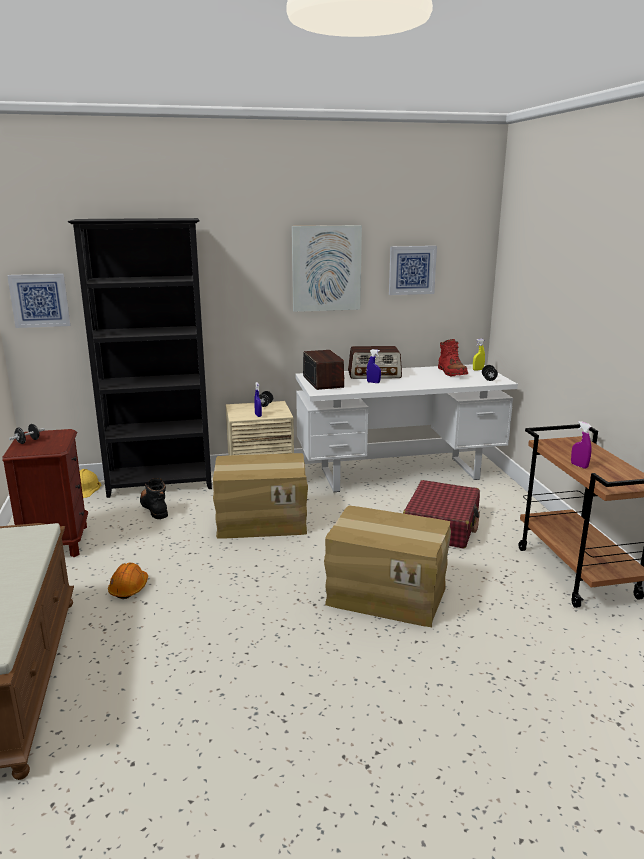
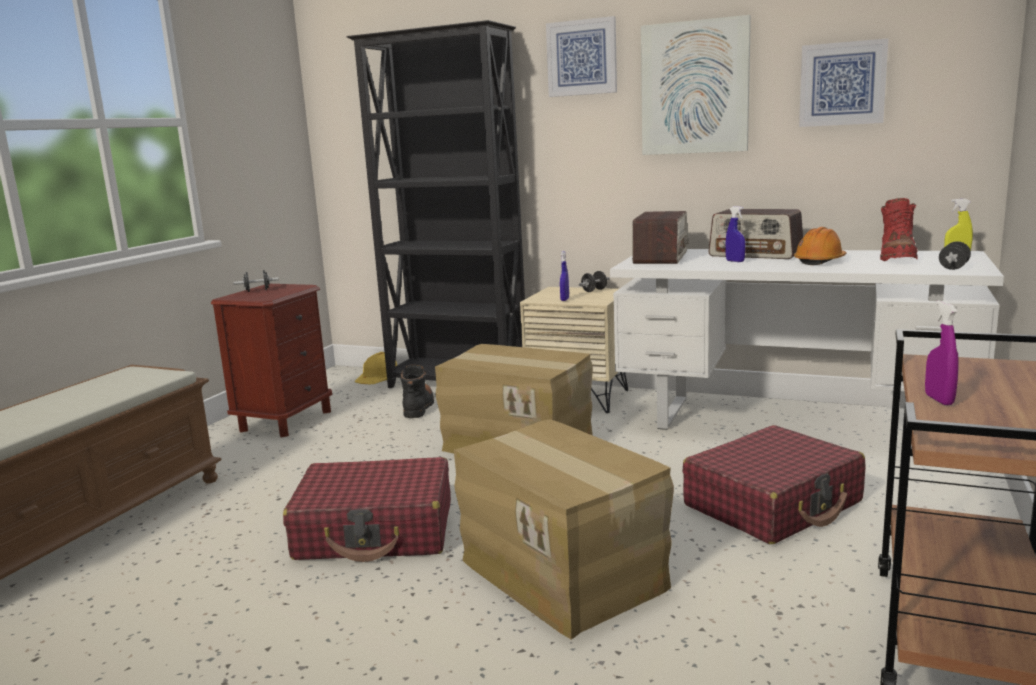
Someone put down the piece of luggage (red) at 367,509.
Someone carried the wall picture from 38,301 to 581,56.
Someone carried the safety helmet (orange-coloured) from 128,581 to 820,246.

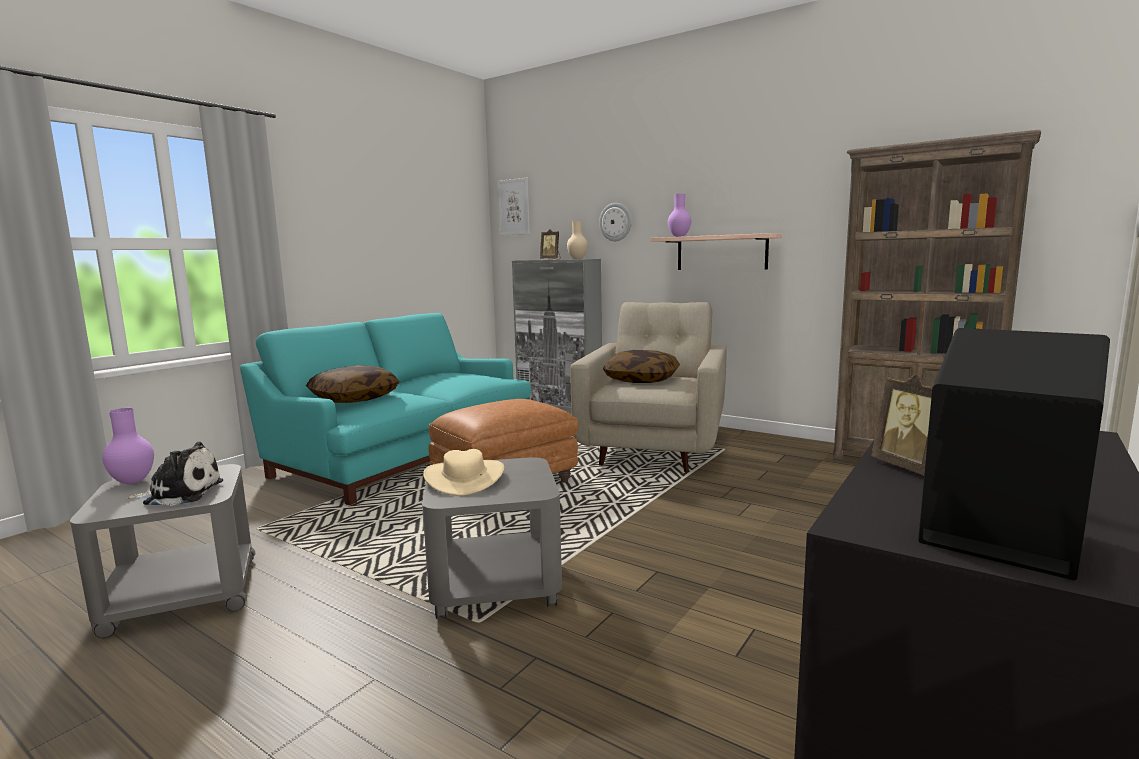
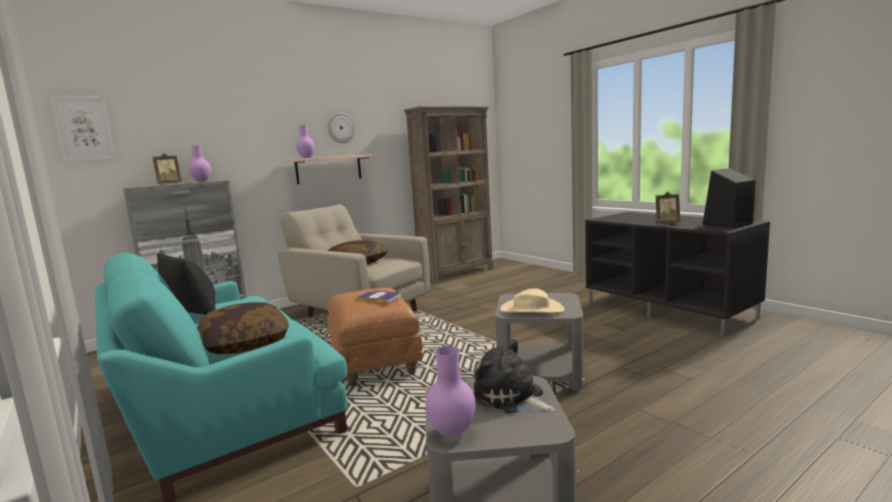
Someone put down the pillow (black) at 186,284.
Someone repainted the decorative vase (beige) at 577,240, which became the decorative vase (purple-coloured) at 200,163.
Someone carried the clock on the wall from 615,222 to 341,128.
Someone put down the bound book at 378,296.
Someone rotated the plush toy at 174,474 by 60 degrees counterclockwise.

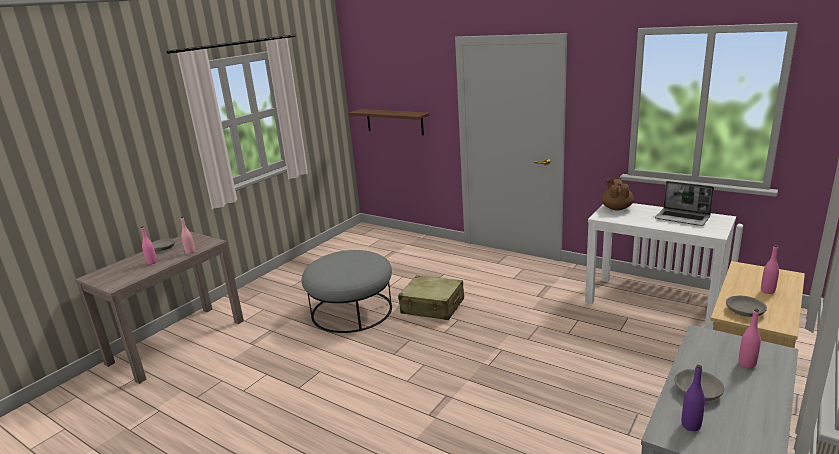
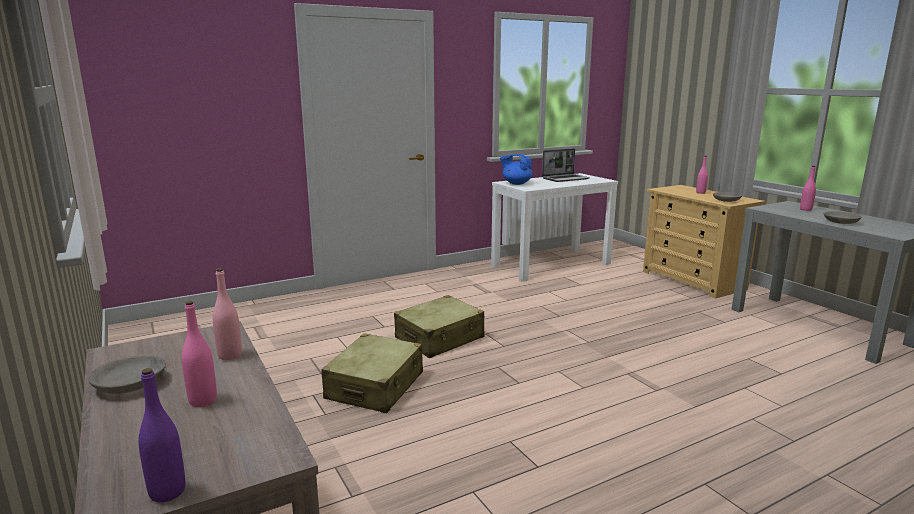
Someone carried the bottle (purple-coloured) from 693,398 to 161,435.
Someone swapped the pouffe (greyish) at 347,291 for the piece of luggage (beige) at 372,373.
Someone repainted the teapot (brownish) at 617,194, which became the teapot (blue-coloured) at 516,169.
Someone took away the shelf (brownish) at 389,122.

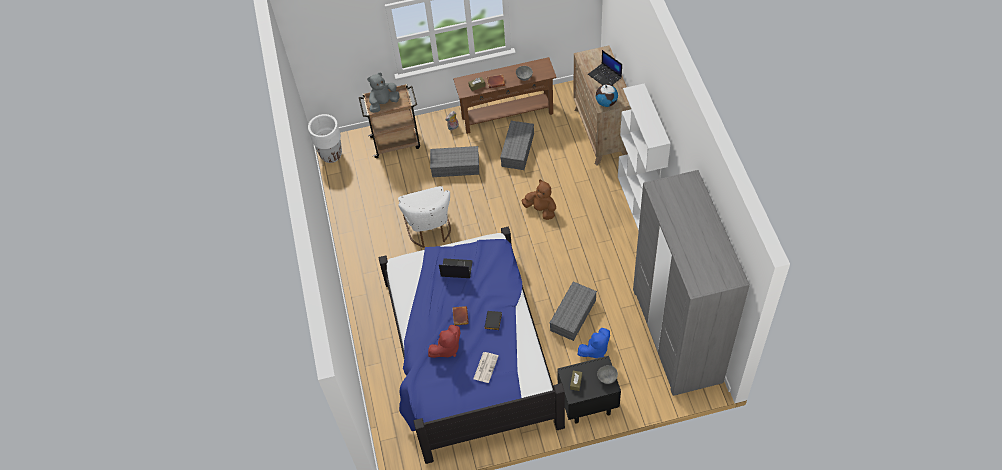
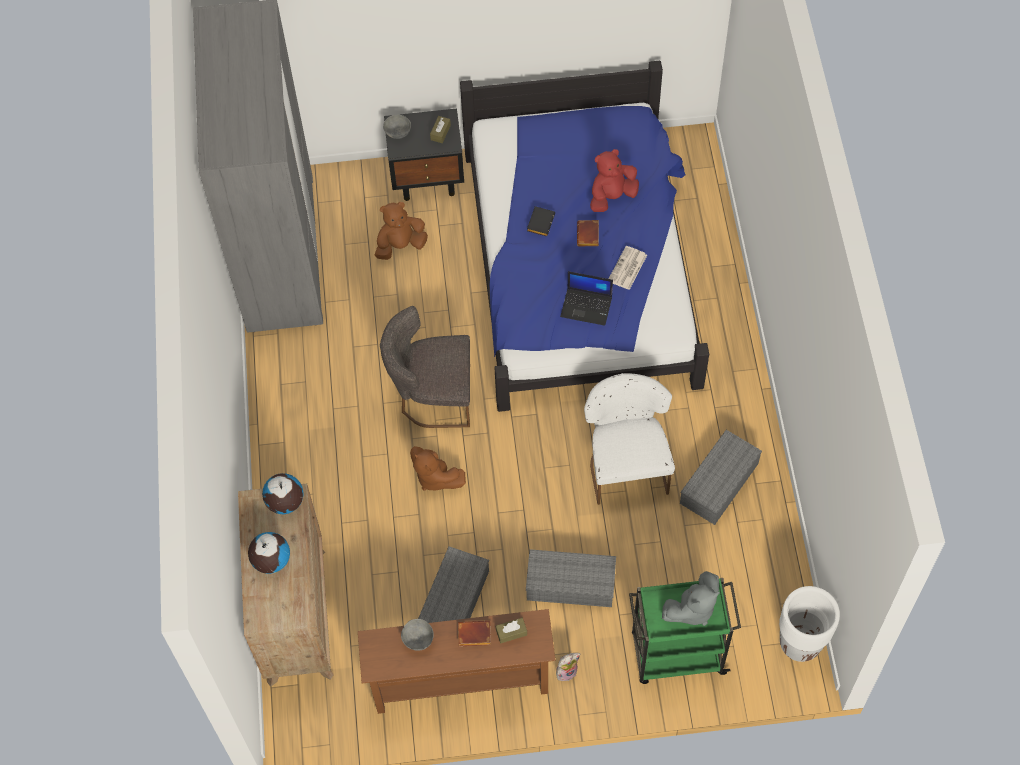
Someone swapped the portable computer at 605,67 for the desk globe at 269,553.
Someone repainted the plush toy (blue-coloured) at 594,343, which became the plush toy (brownish) at 401,231.
Someone put down the chair (greyish) at 425,367.
Someone carried the daily paper from 485,367 to 628,268.
Someone repainted the wheeled cart (brownish) at 389,121, which became the wheeled cart (greenish) at 685,631.
Someone carried the storage bin (greyish) from 573,311 to 721,477.
Someone took away the bookshelf (white) at 644,157.

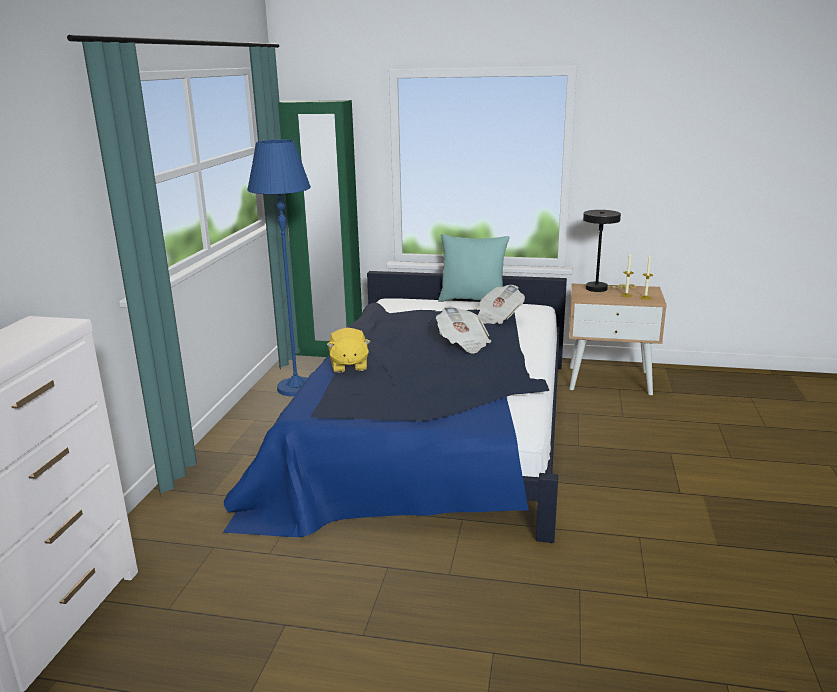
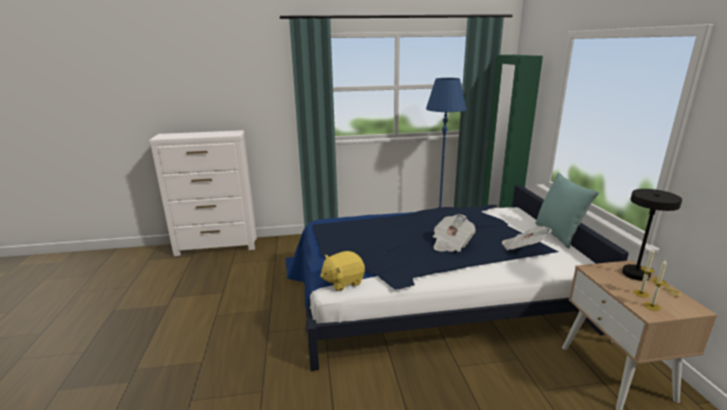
Someone carried the plush toy (yellow) from 348,350 to 342,271.

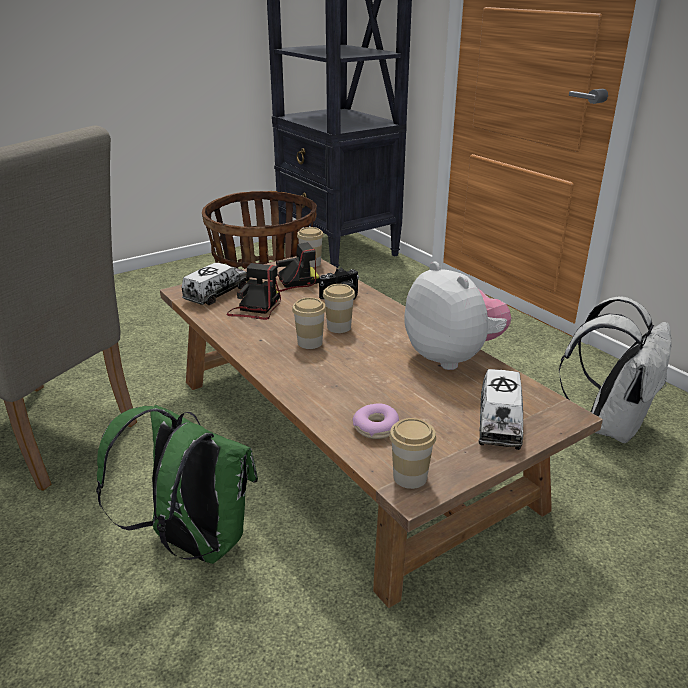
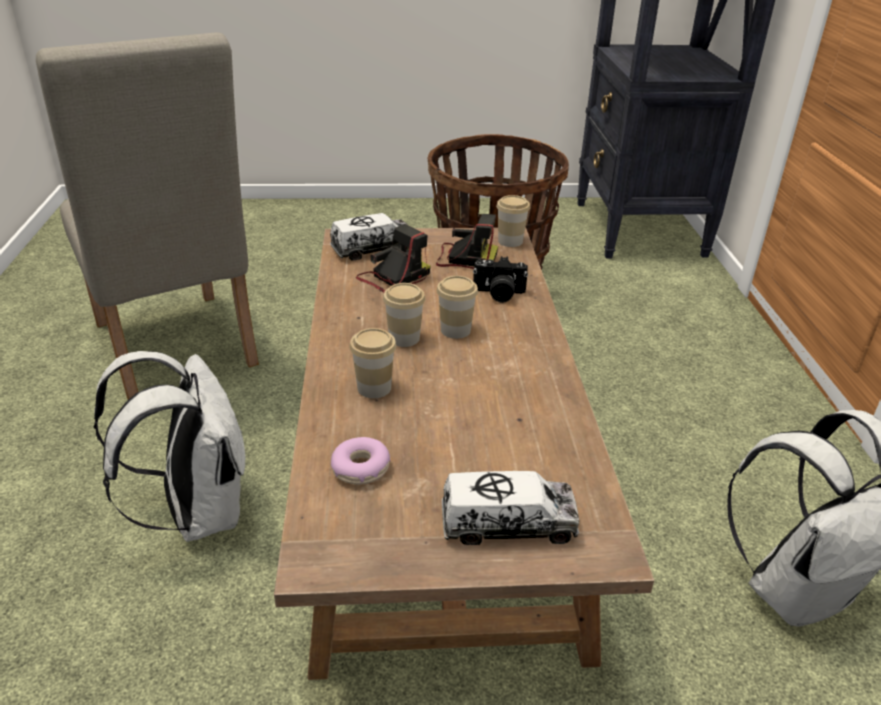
Someone repainted the backpack (greenish) at 177,484, which became the backpack (white) at 169,446.
Someone carried the drinking cup from 412,453 to 373,363.
Someone rotated the toy truck at 501,409 by 135 degrees counterclockwise.
Someone took away the plush toy at 457,315.

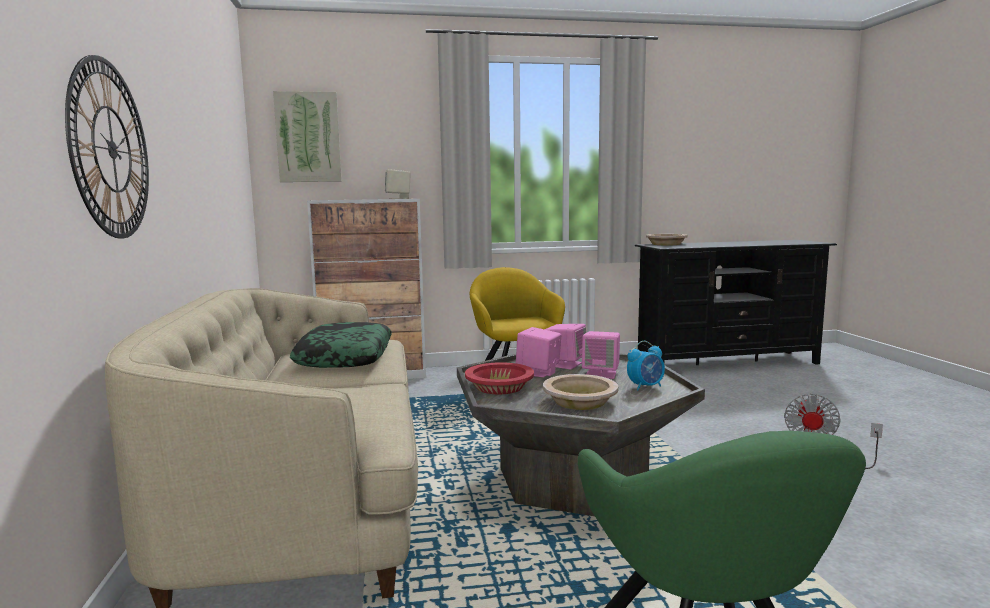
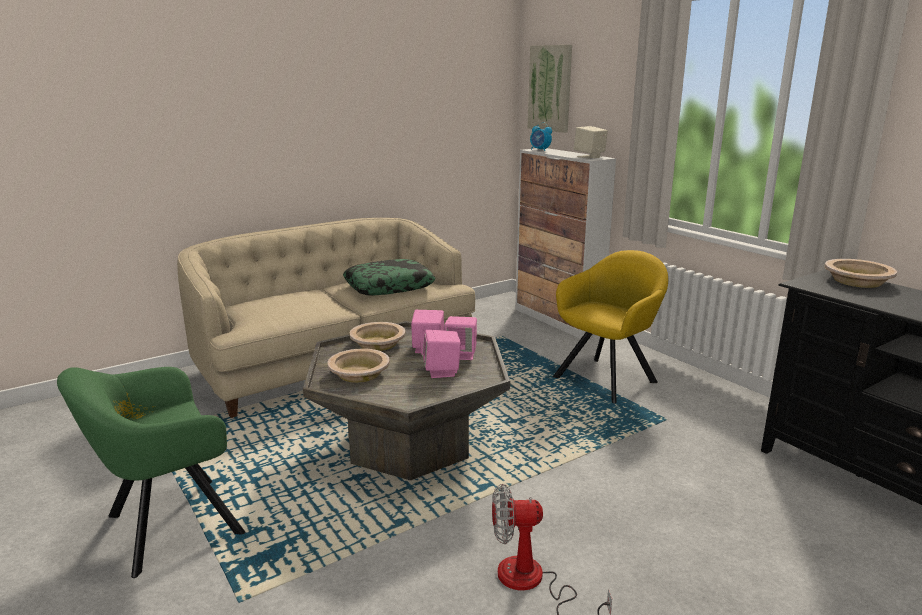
Someone repainted the deep dish (red) at 499,378, which became the deep dish (beige) at 377,336.
Someone carried the alarm clock from 646,366 to 541,136.
Someone took away the clock on the wall at 107,147.

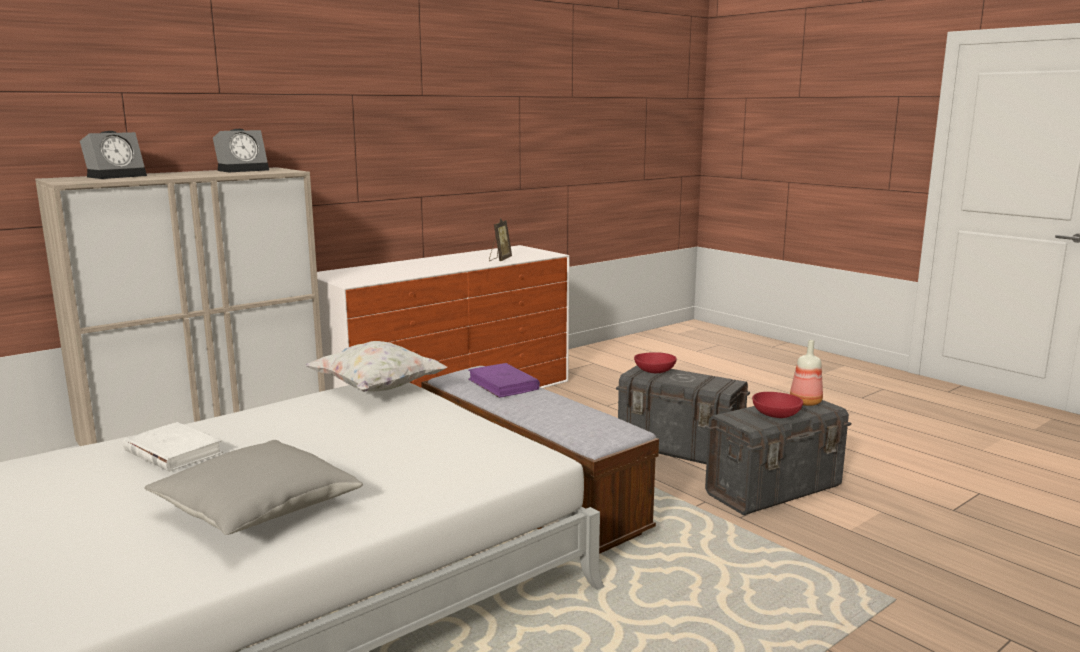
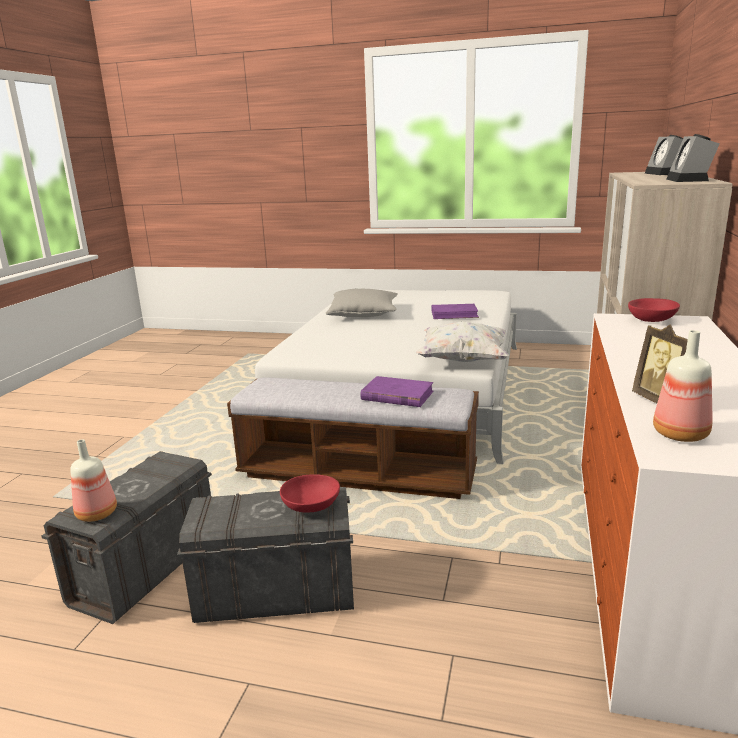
Someone repainted the bound book (white) at 173,447, which became the bound book (purple-coloured) at 455,311.
Someone carried the deep dish (red) from 777,405 to 654,310.
Someone put down the bottle at 683,386.

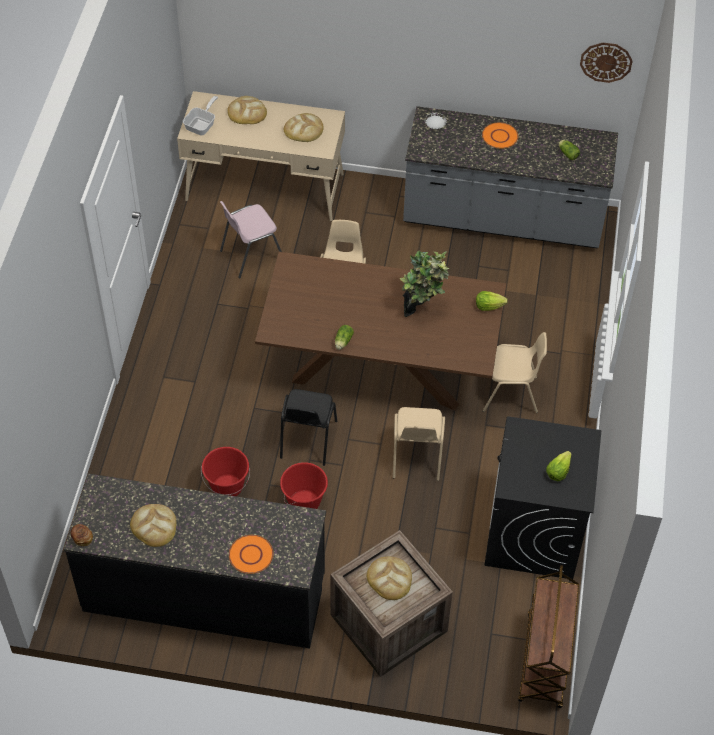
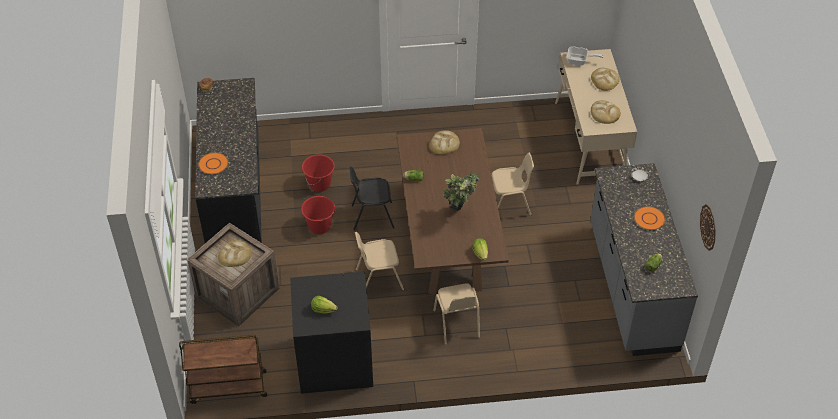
Someone carried the bread from 153,525 to 444,142.
Someone took away the chair (pink-coloured) at 251,240.

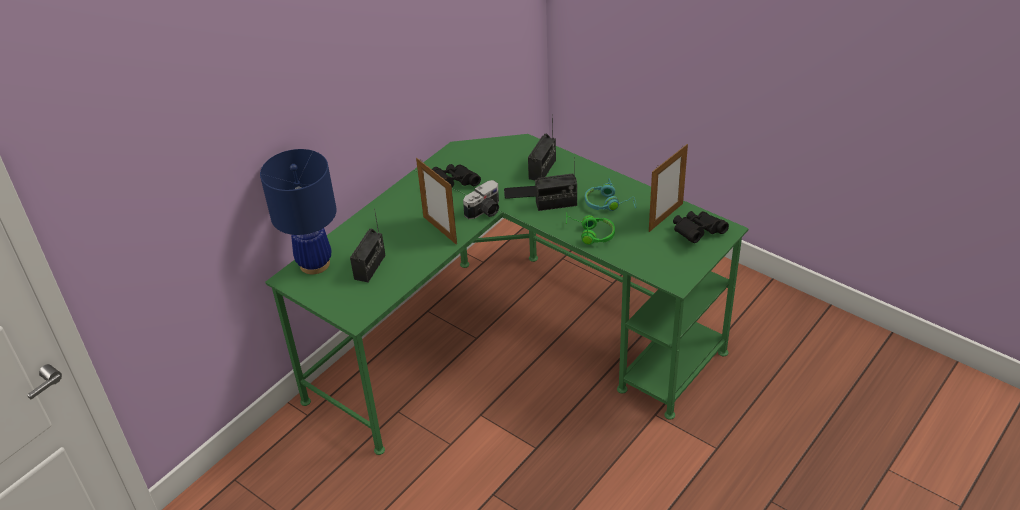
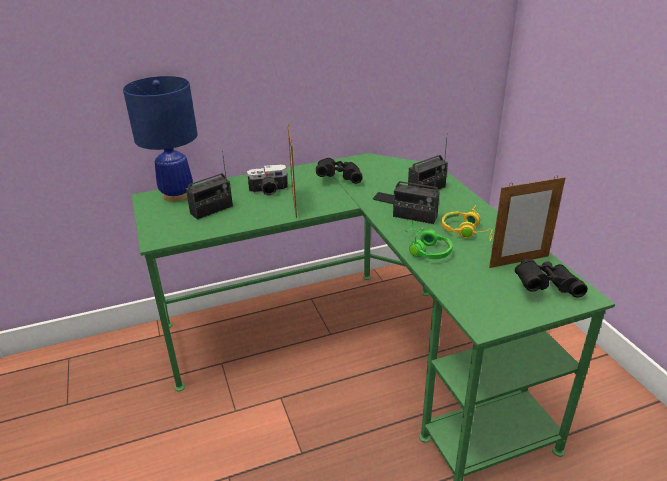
Someone carried the still camera from 481,199 to 267,180.
Someone repainted the pair of headphones (turquoise) at 610,195, which became the pair of headphones (yellow) at 467,223.

